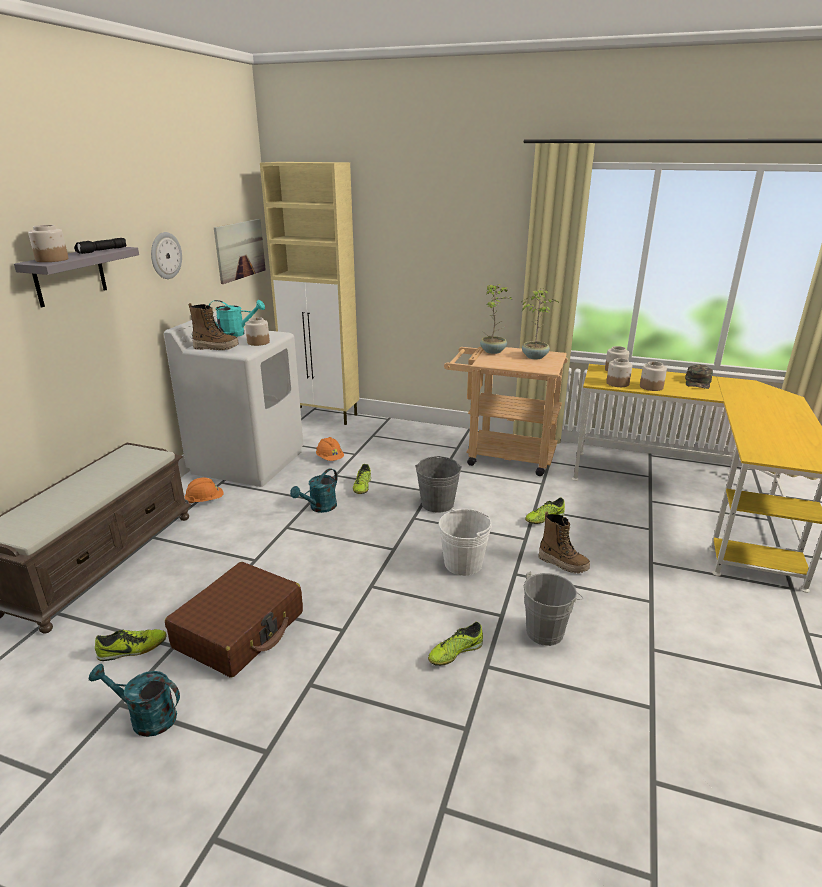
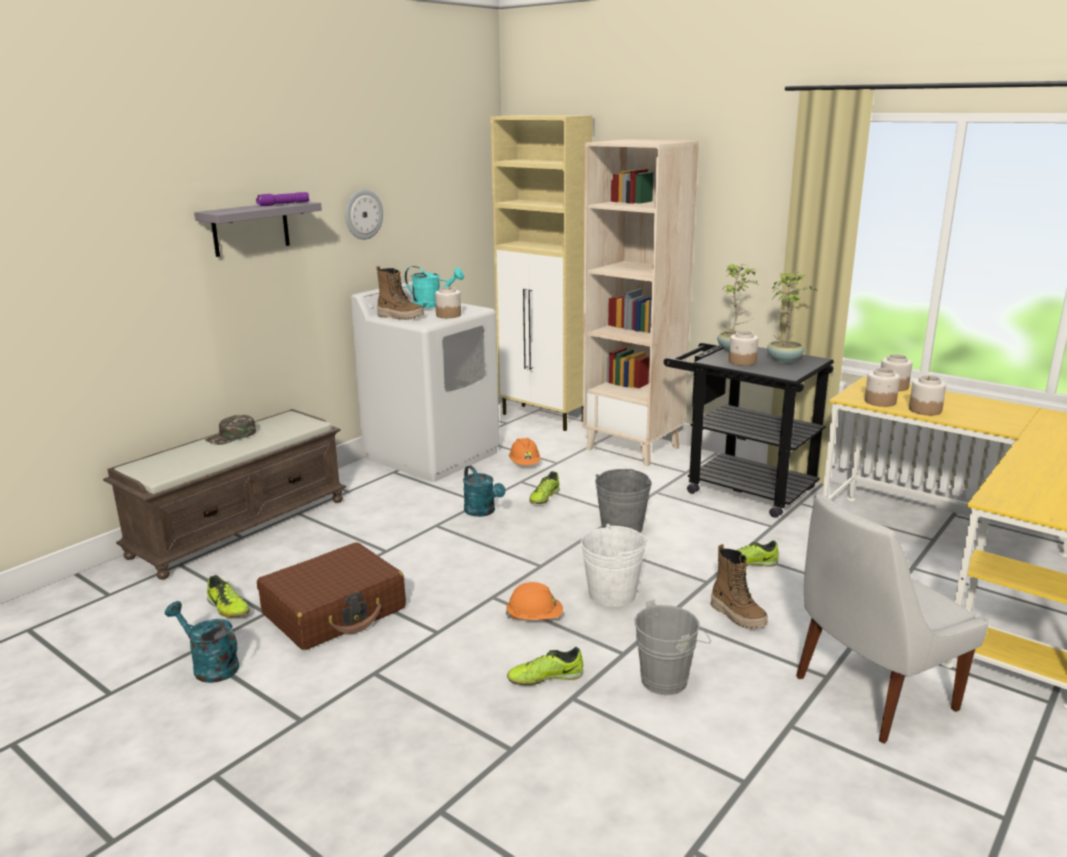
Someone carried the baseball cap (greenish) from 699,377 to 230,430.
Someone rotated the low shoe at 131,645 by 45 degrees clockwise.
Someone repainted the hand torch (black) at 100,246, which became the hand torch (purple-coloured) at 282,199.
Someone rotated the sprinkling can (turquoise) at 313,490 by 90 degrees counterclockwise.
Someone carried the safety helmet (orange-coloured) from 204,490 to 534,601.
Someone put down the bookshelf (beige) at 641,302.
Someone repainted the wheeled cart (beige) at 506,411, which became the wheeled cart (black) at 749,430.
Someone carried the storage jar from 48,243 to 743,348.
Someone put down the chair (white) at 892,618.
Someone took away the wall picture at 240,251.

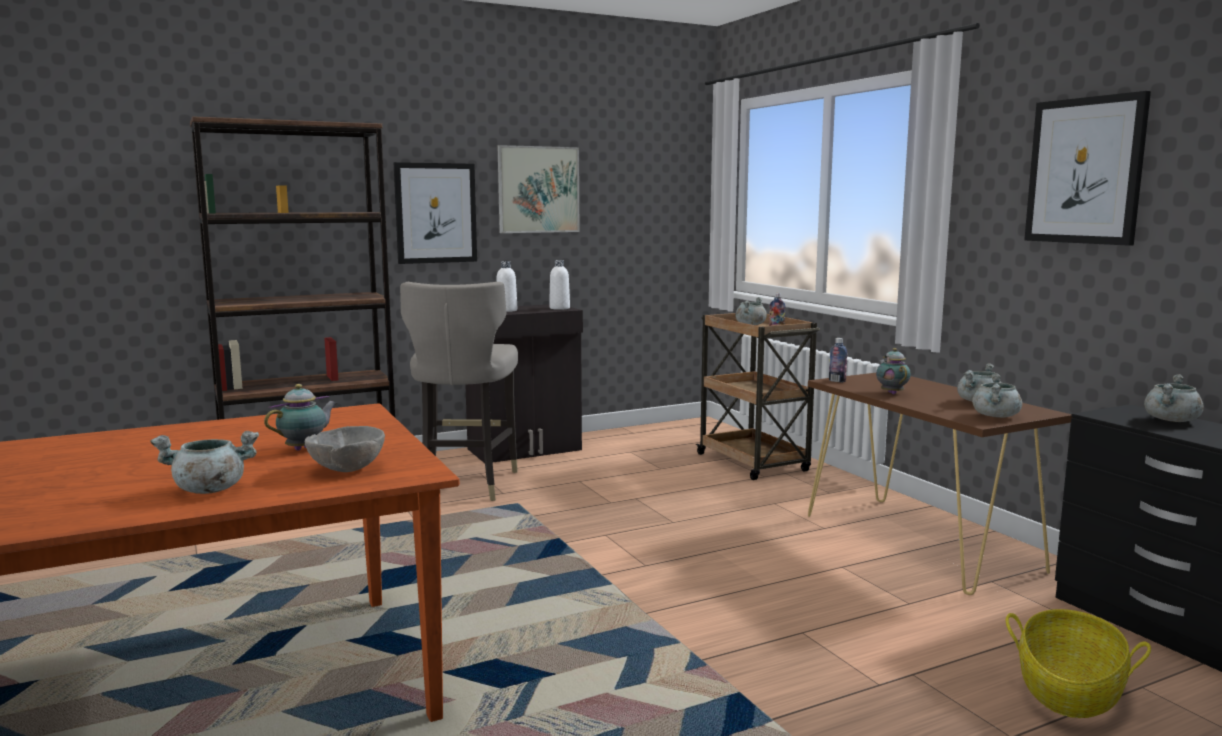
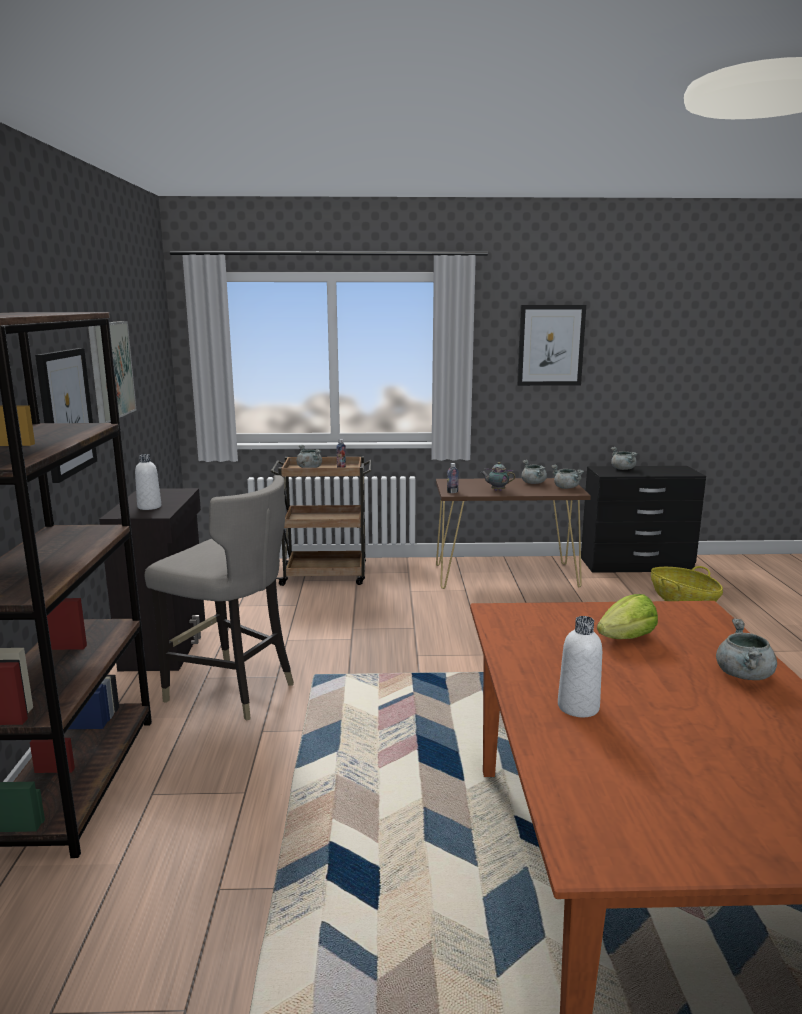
Someone carried the bottle (white) from 559,285 to 580,666.
Someone swapped the teapot at 300,417 for the lettuce at 627,616.
Someone took away the deep dish (greyish) at 345,449.

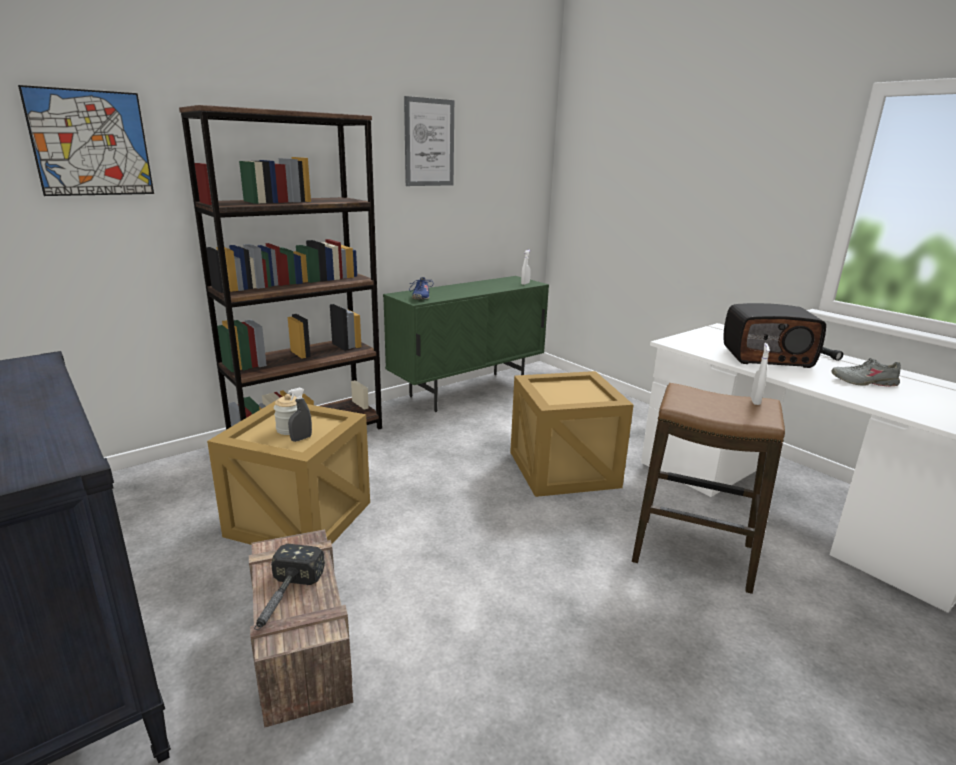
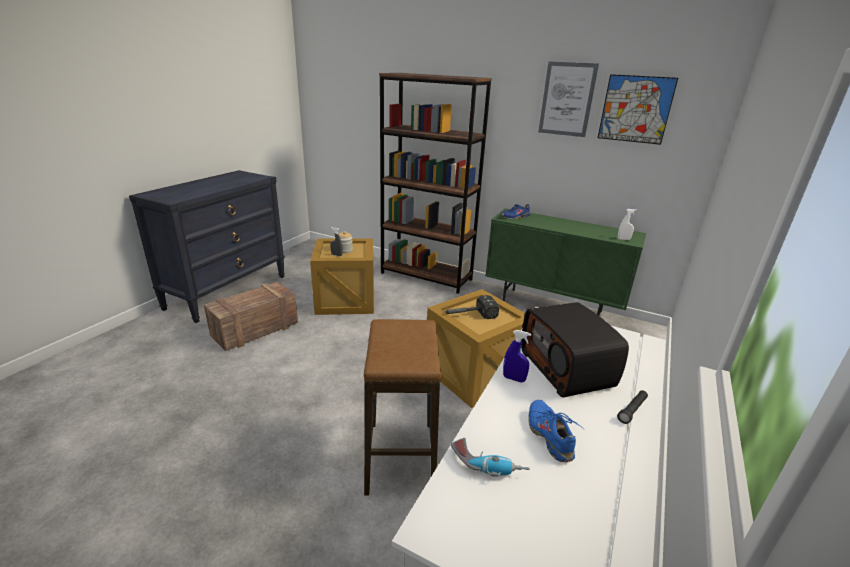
Someone carried the hand hammer from 289,587 to 471,307.
Someone put down the electric drill at 490,457.
Someone put down the spray bottle (blue-coloured) at 517,356.
Someone repainted the low shoe (greyish) at 866,372, which became the low shoe (blue-coloured) at 556,431.
Someone carried the wall picture from 86,140 to 638,109.
Someone took away the spray bottle (white) at 760,374.

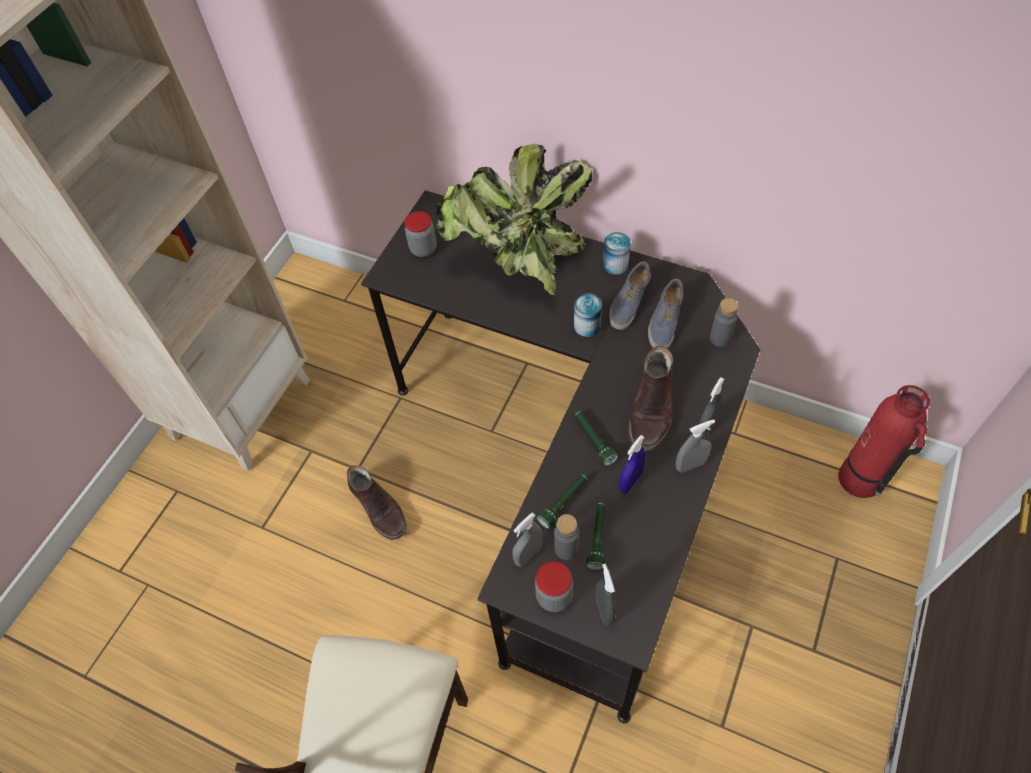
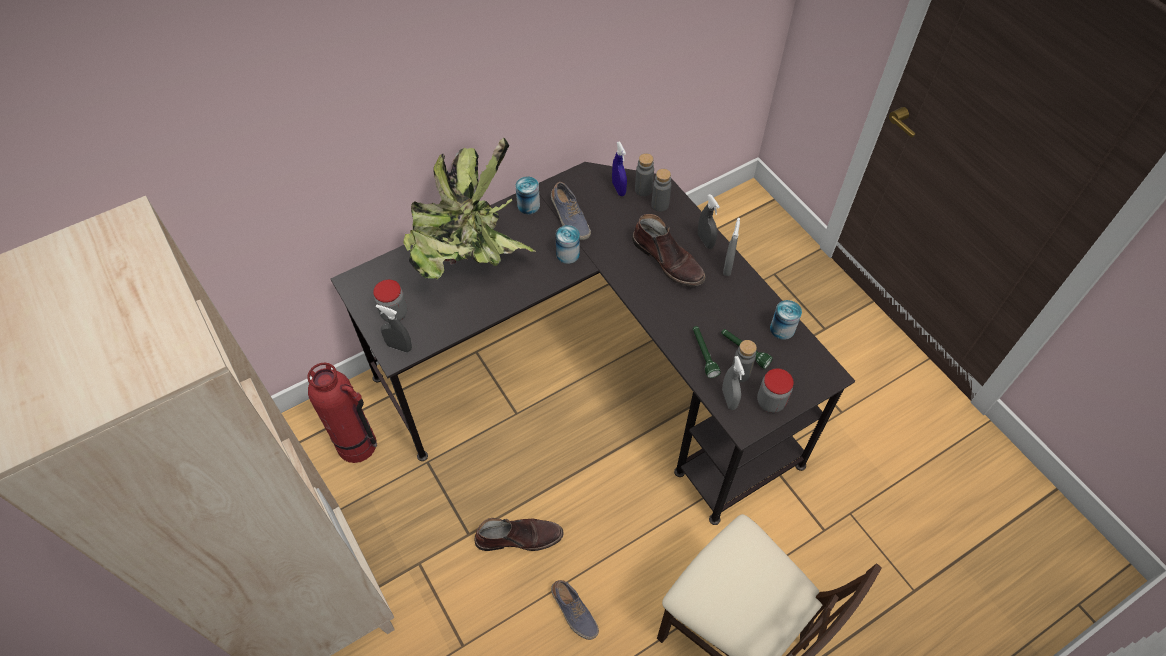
Someone carried the fire-fighting cylinder from 884,441 to 342,413.
Someone carried the spray bottle (greyish) from 605,594 to 394,329.
Someone carried the low shoe from 665,314 to 575,610.
Someone carried the spray bottle (blue-coloured) from 632,464 to 619,168.
Someone put down the bottle (greyish) at 661,190.
Someone put down the sealed can at 786,320.
Someone took away the hand torch (greenish) at 596,438.

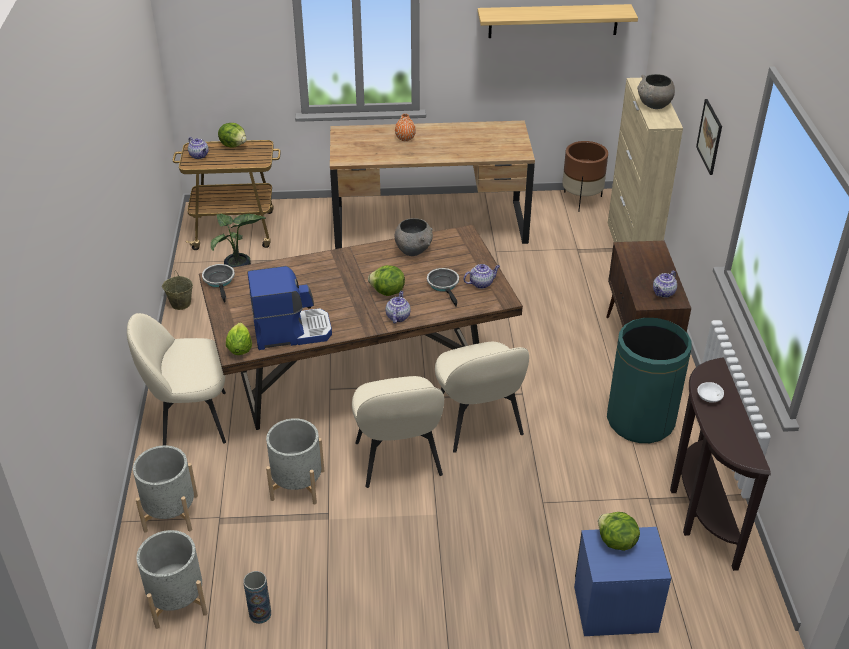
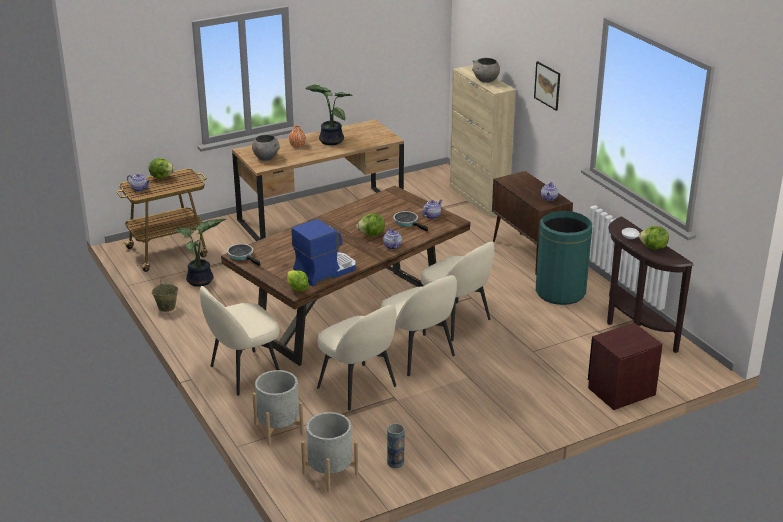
Someone carried the deep dish (greyish) from 414,237 to 266,148.
Someone put down the plant in a pot at 329,114.
Someone swapped the plant pot (greyish) at 295,461 for the chair (beige) at 356,357.
Someone repainted the night table (blue-coloured) at 622,581, which became the night table (brownish) at 625,366.
Someone carried the lettuce from 619,531 to 654,238.
Someone took away the shelf at 558,21.
Someone took away the plant pot (brownish) at 585,176.

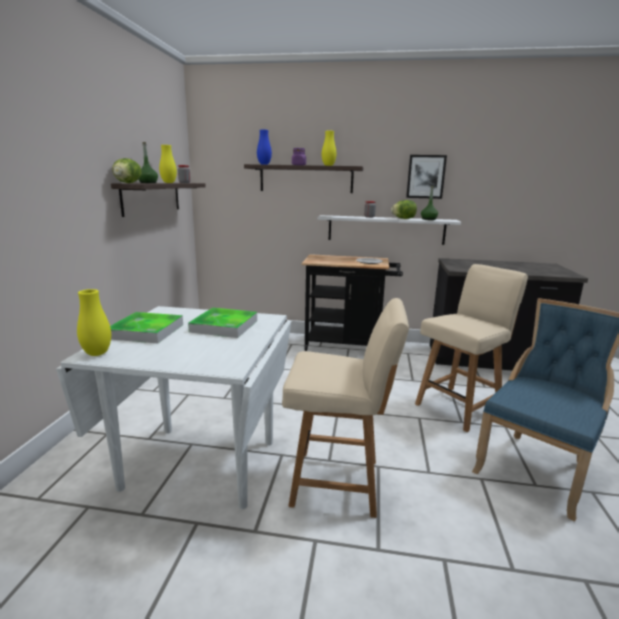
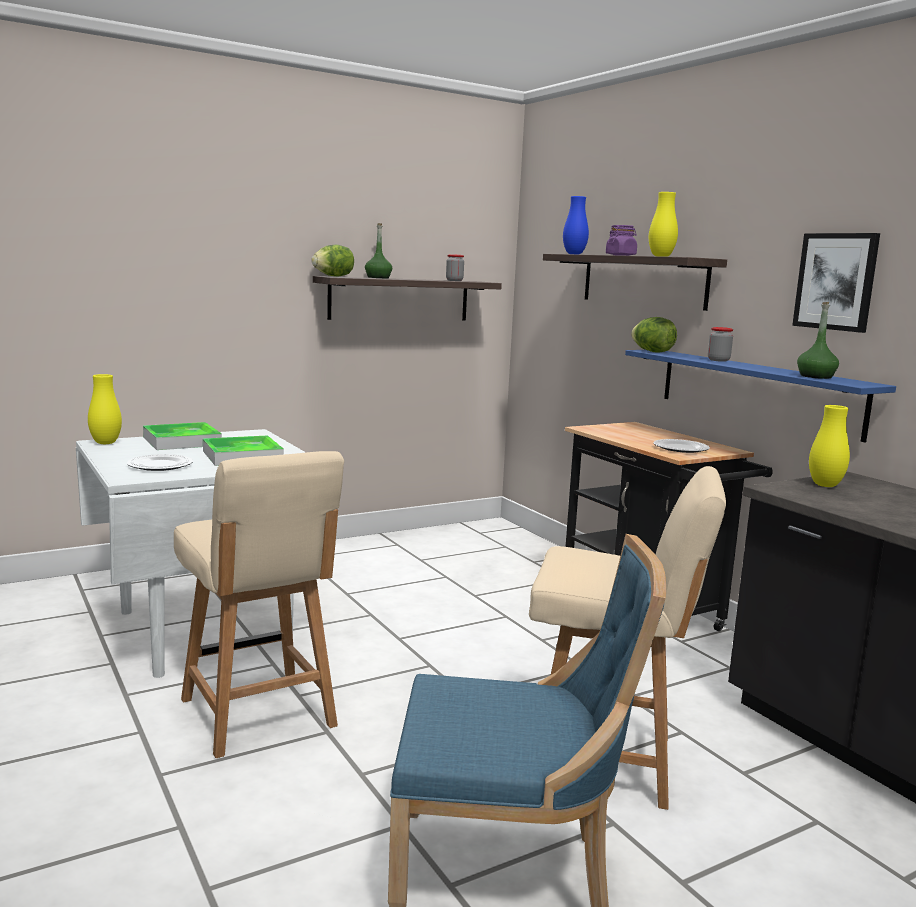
Someone put down the plate at 160,462.
Someone repainted the shelf (white) at 389,230, which became the shelf (blue-coloured) at 760,396.
Someone carried the lettuce from 404,209 to 654,335.
Someone carried the decorative vase (yellow) from 168,164 to 829,446.

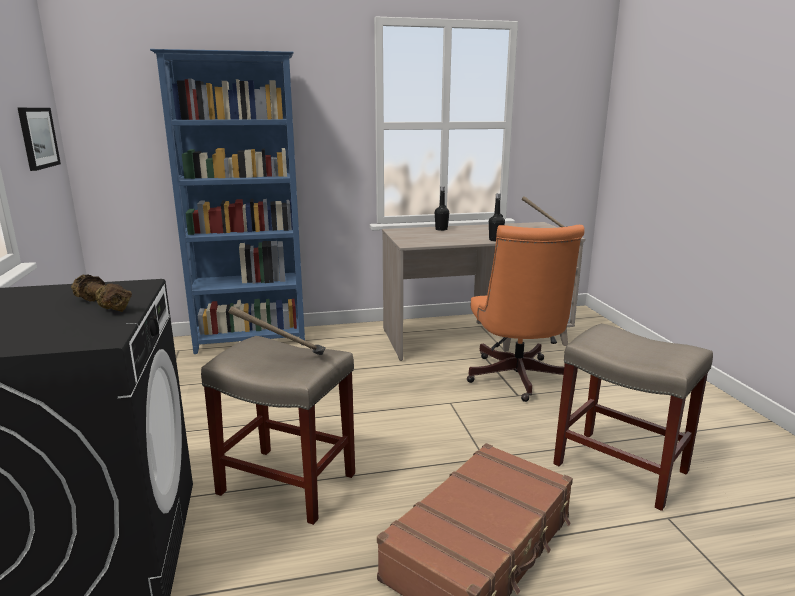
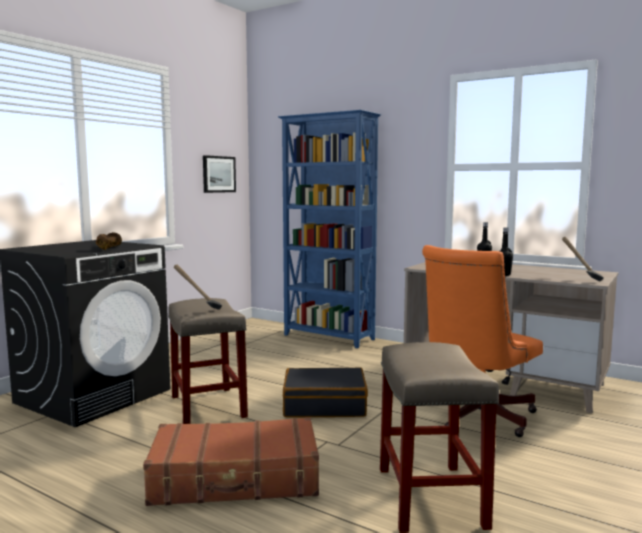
Someone put down the piece of luggage (black) at 325,392.

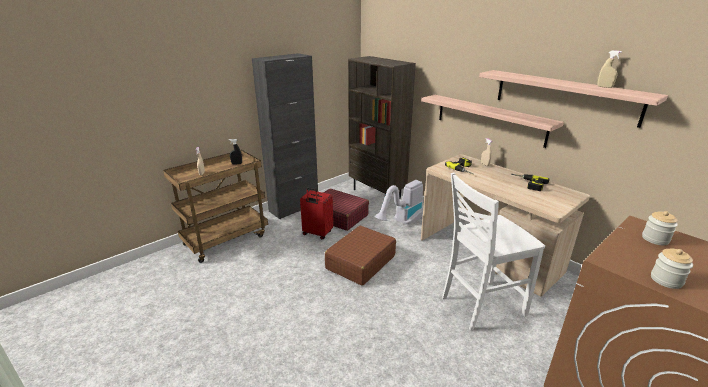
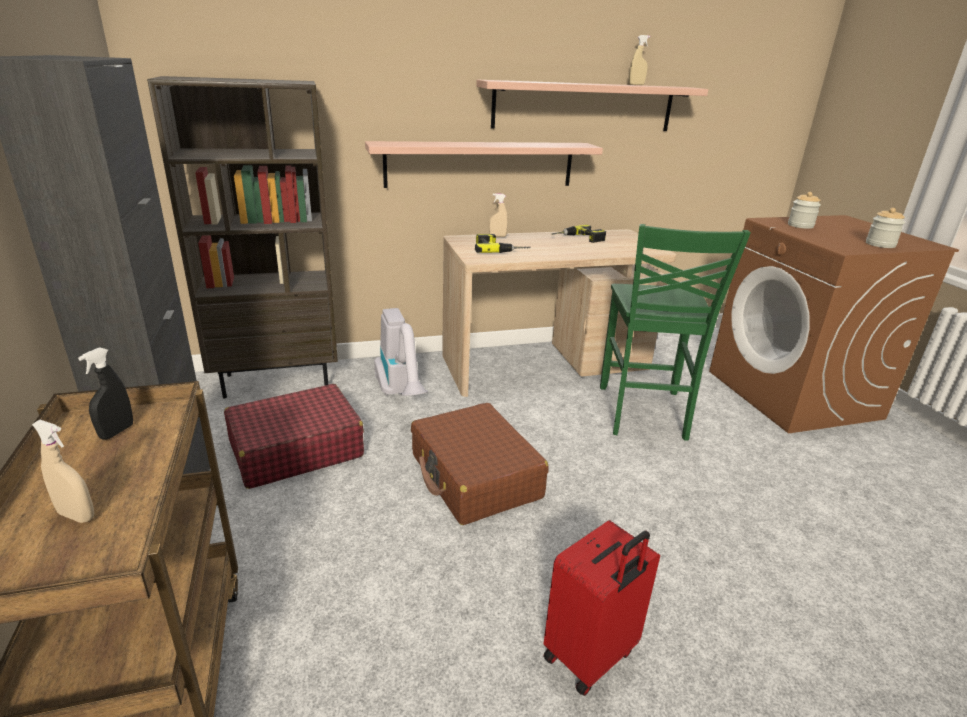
Someone carried the piece of luggage (red) from 316,213 to 601,608.
Someone repainted the chair (white) at 493,251, which became the chair (greenish) at 675,332.

